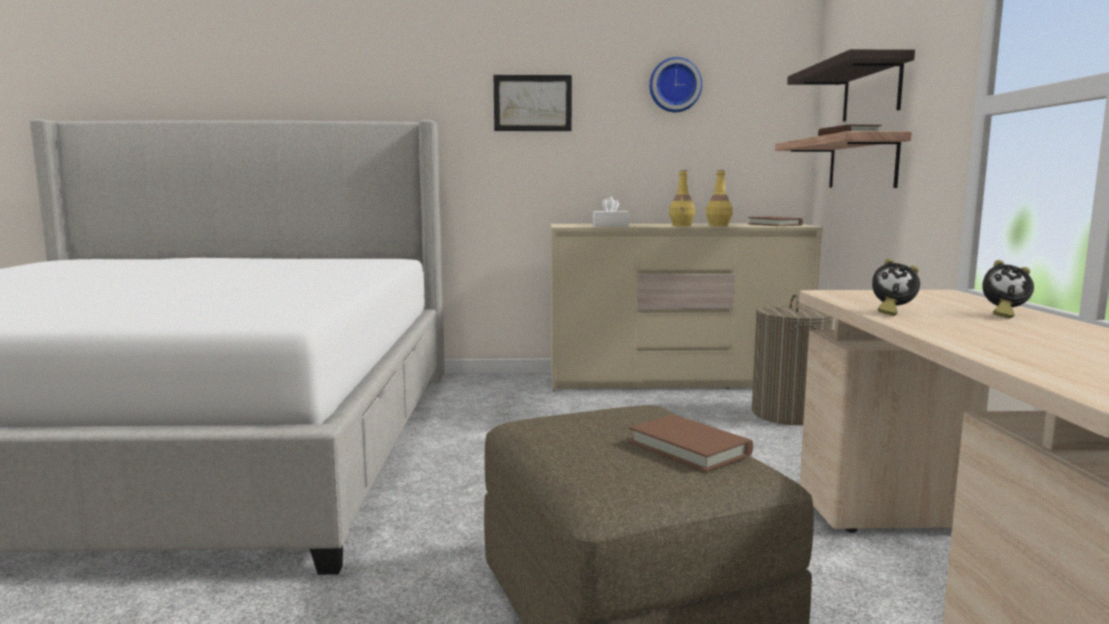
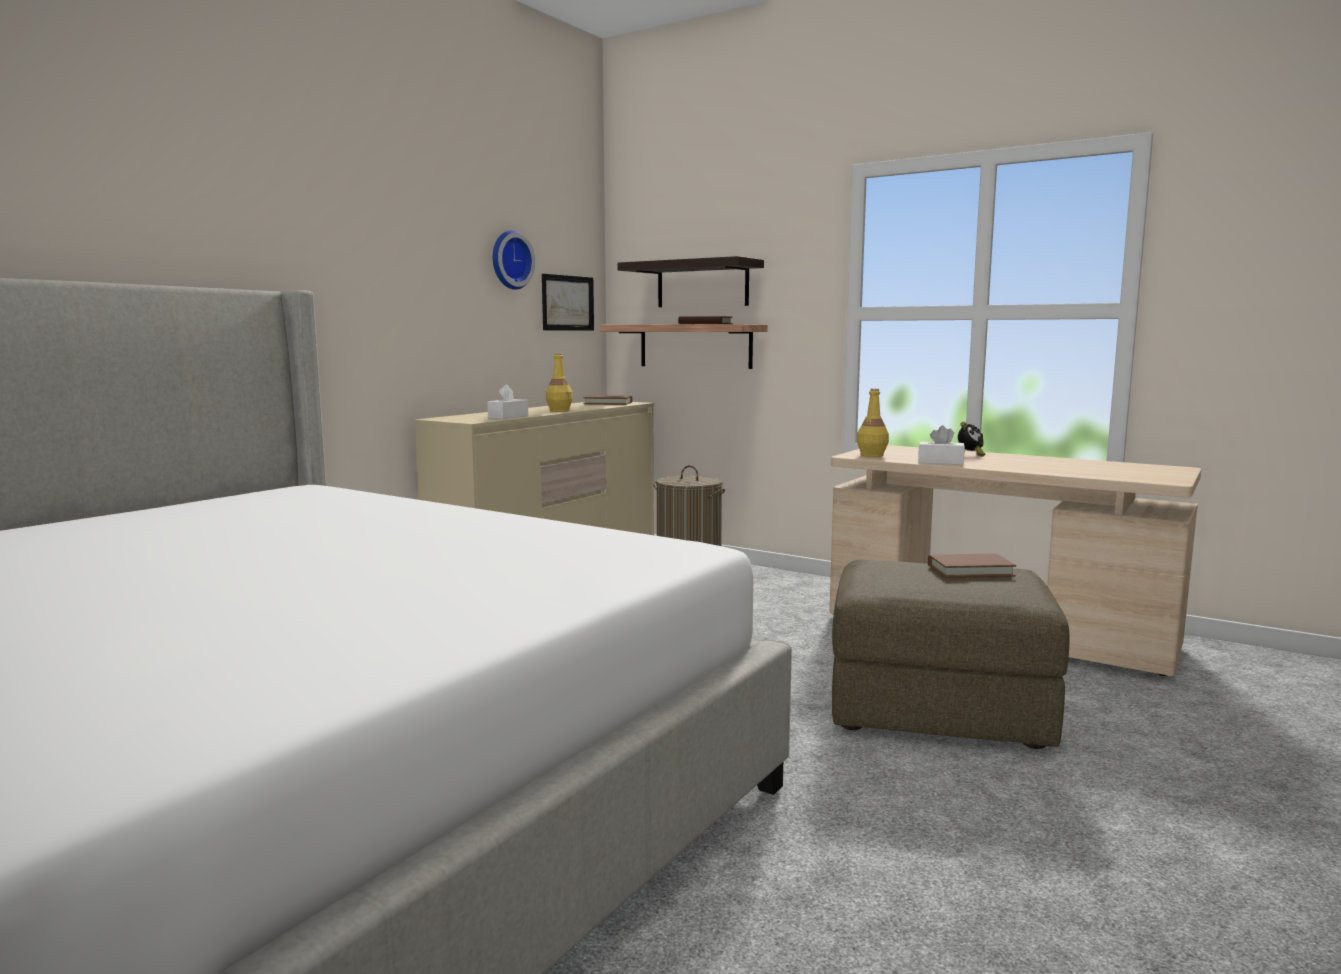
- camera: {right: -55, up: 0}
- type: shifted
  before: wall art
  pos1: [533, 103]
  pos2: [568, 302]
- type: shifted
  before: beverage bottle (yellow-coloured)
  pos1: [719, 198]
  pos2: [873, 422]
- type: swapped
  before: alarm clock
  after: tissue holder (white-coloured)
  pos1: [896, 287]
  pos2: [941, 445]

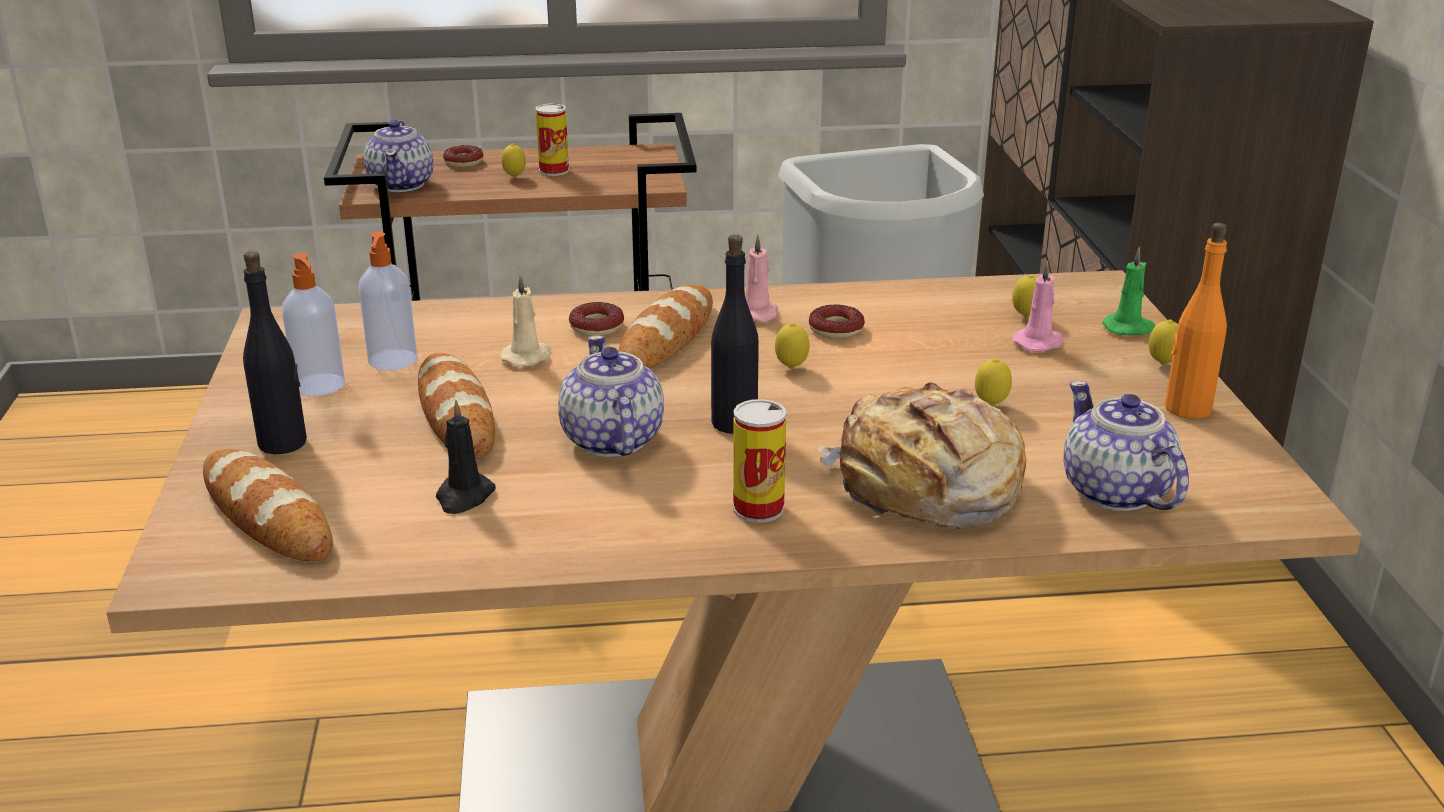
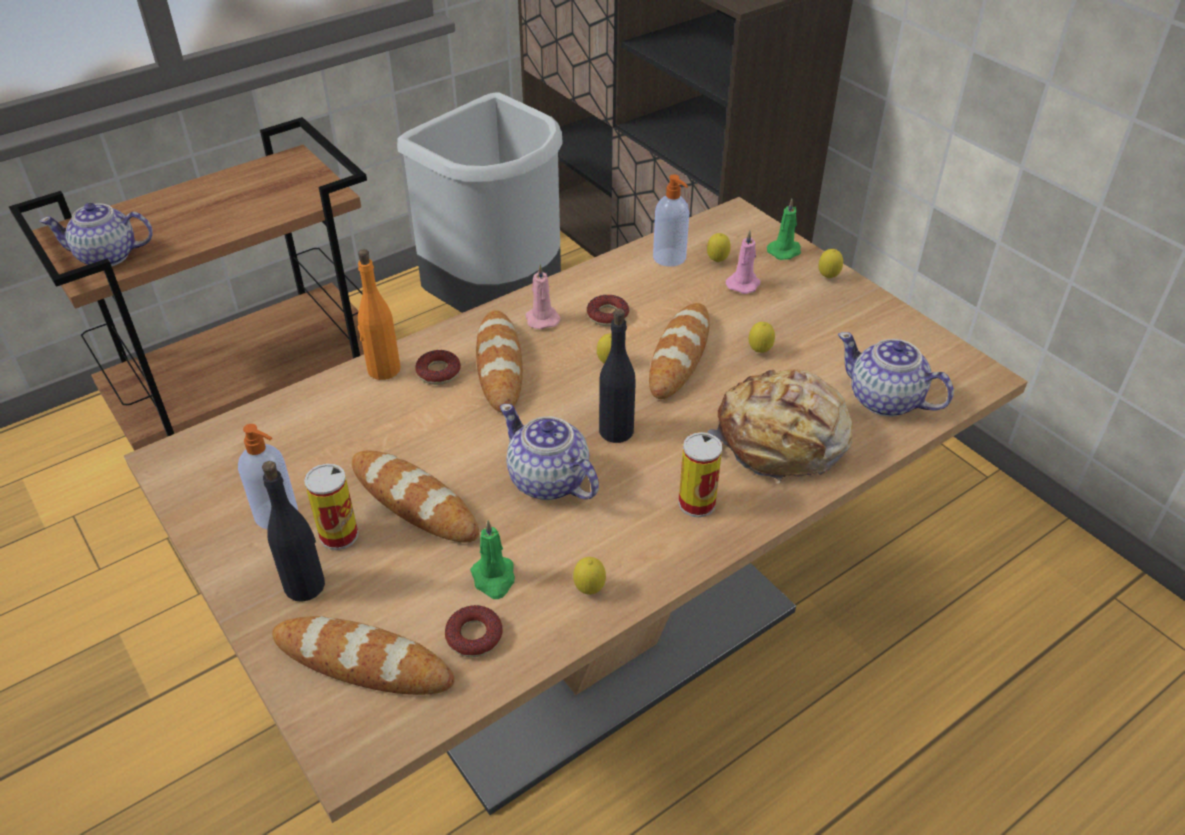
- camera: {right: -30, up: 15}
- type: shifted
  before: soap dispenser
  pos1: [388, 301]
  pos2: [671, 220]
- type: rotated
  before: tea pot
  pos1: [398, 156]
  pos2: [96, 234]
  turn: 120
- type: repainted
  before: candle (blackish)
  after: candle (greenish)
  pos1: [466, 457]
  pos2: [492, 559]
- type: shifted
  before: ring doughnut
  pos1: [463, 156]
  pos2: [474, 631]
- type: gone
  before: candle (beige-coloured)
  pos1: [525, 320]
- type: shifted
  before: citrus fruit
  pos1: [514, 160]
  pos2: [589, 576]
- type: shifted
  before: can
  pos1: [552, 139]
  pos2: [331, 506]
- type: shifted
  before: beverage bottle (orange)
  pos1: [1196, 321]
  pos2: [379, 314]
- type: new
  after: baked bread
  pos2: [679, 351]

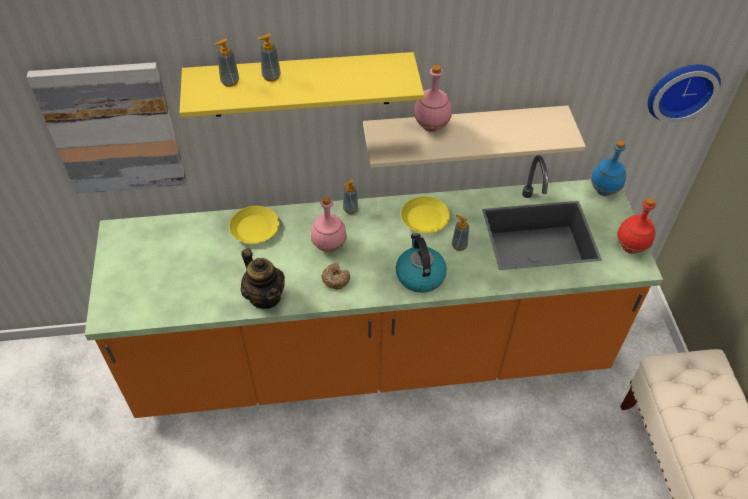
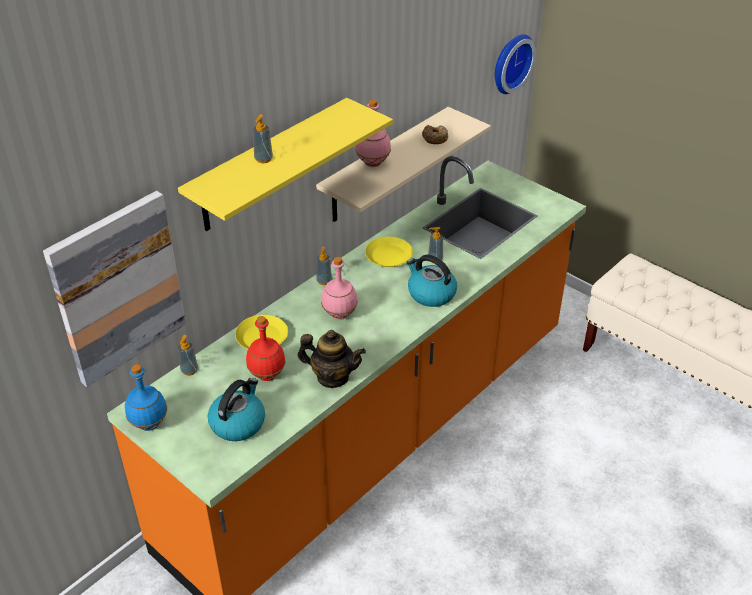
- camera: {right: -40, up: -10}
- type: shifted
  before: soap dispenser
  pos1: [226, 62]
  pos2: [188, 355]
- type: shifted
  before: ring doughnut
  pos1: [335, 276]
  pos2: [435, 134]
- type: shifted
  before: beverage bottle (blue)
  pos1: [608, 168]
  pos2: [146, 397]
- type: shifted
  before: beverage bottle (red-coloured)
  pos1: [636, 226]
  pos2: [265, 348]
- type: new
  after: kettle
  pos2: [236, 409]

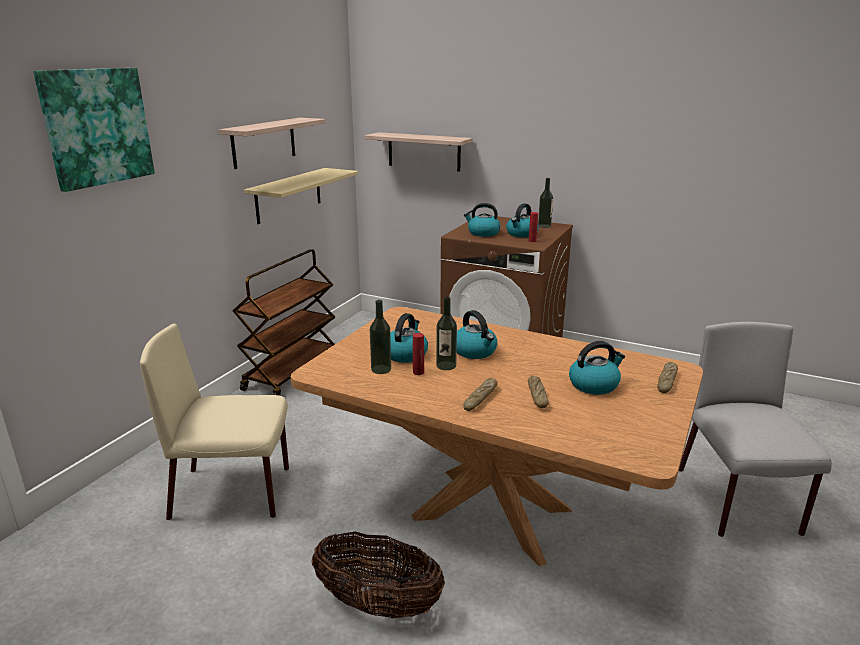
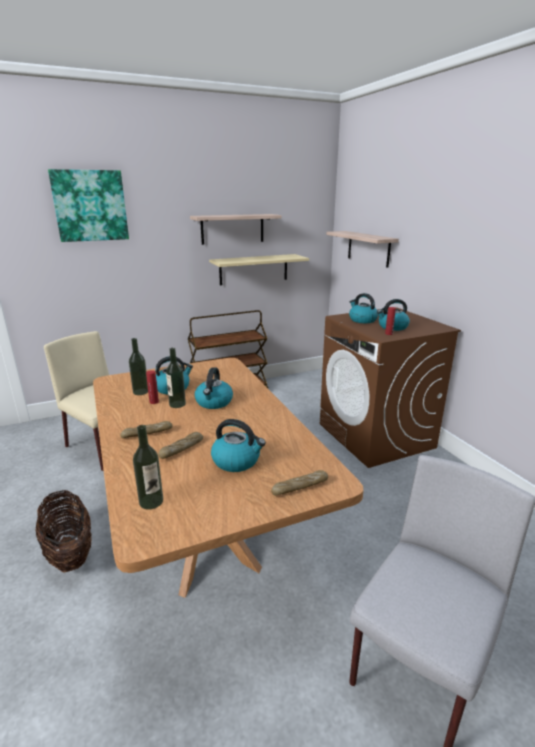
- camera: {right: 40, up: 0}
- type: shifted
  before: beverage bottle
  pos1: [545, 203]
  pos2: [148, 467]

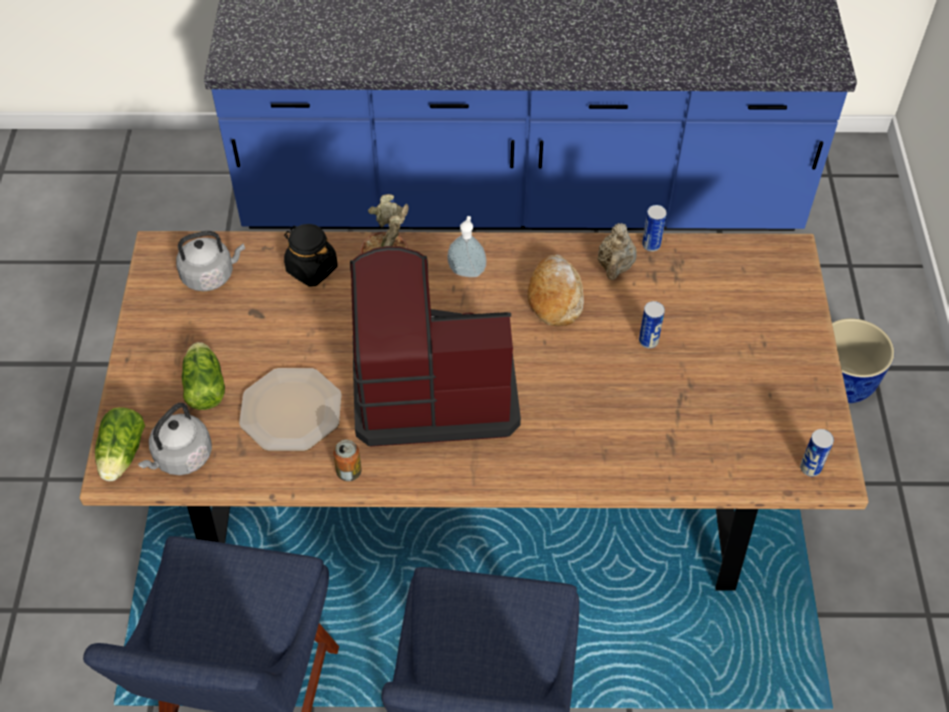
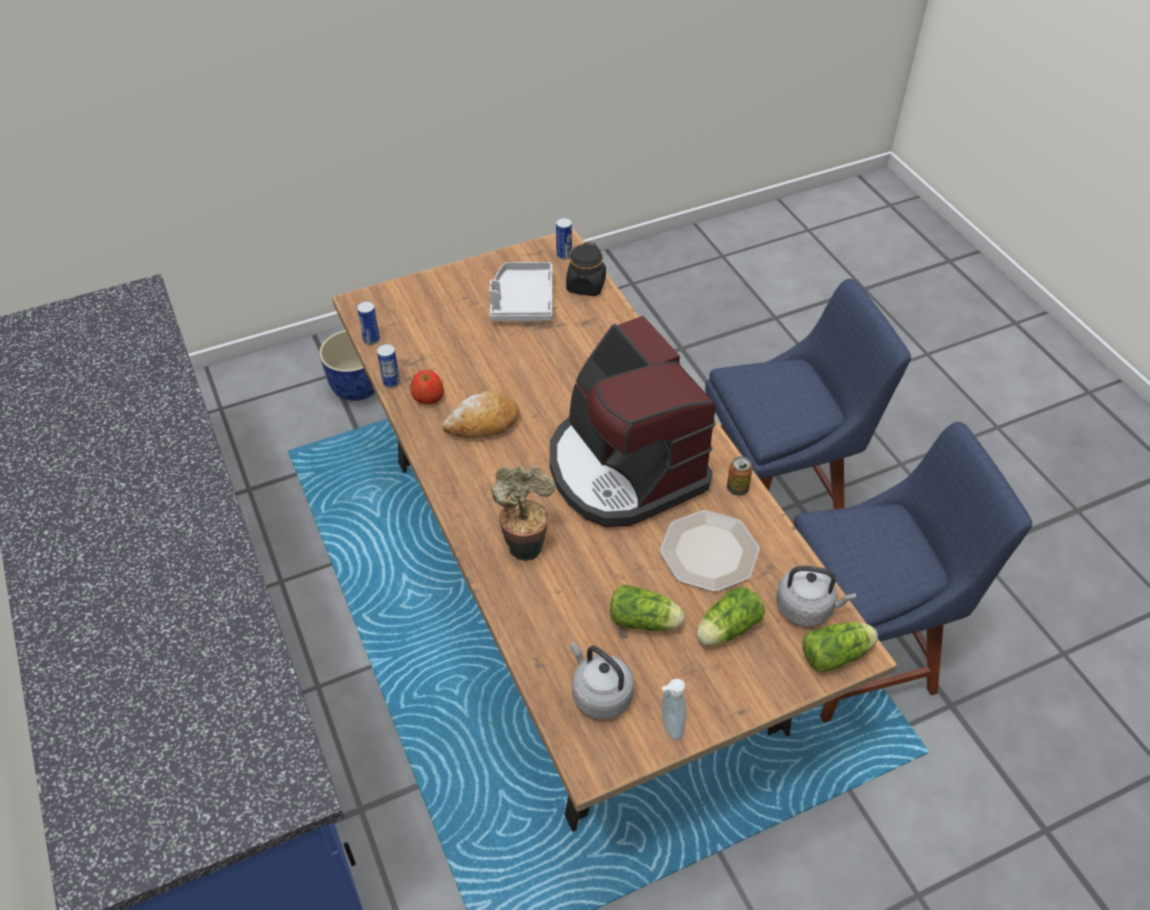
- camera: {right: -115, up: -5}
- type: shifted
  before: storage jar (blackish)
  pos1: [311, 255]
  pos2: [586, 269]
- type: shifted
  before: soap dispenser
  pos1: [466, 246]
  pos2: [674, 709]
- type: swapped
  before: tea pot (beige-coloured)
  after: apple
  pos1: [617, 251]
  pos2: [427, 387]
- type: shifted
  before: can
  pos1: [652, 324]
  pos2: [368, 323]
- type: new
  after: carrying tray (grey)
  pos2: [521, 292]
- type: new
  after: lettuce
  pos2: [647, 607]

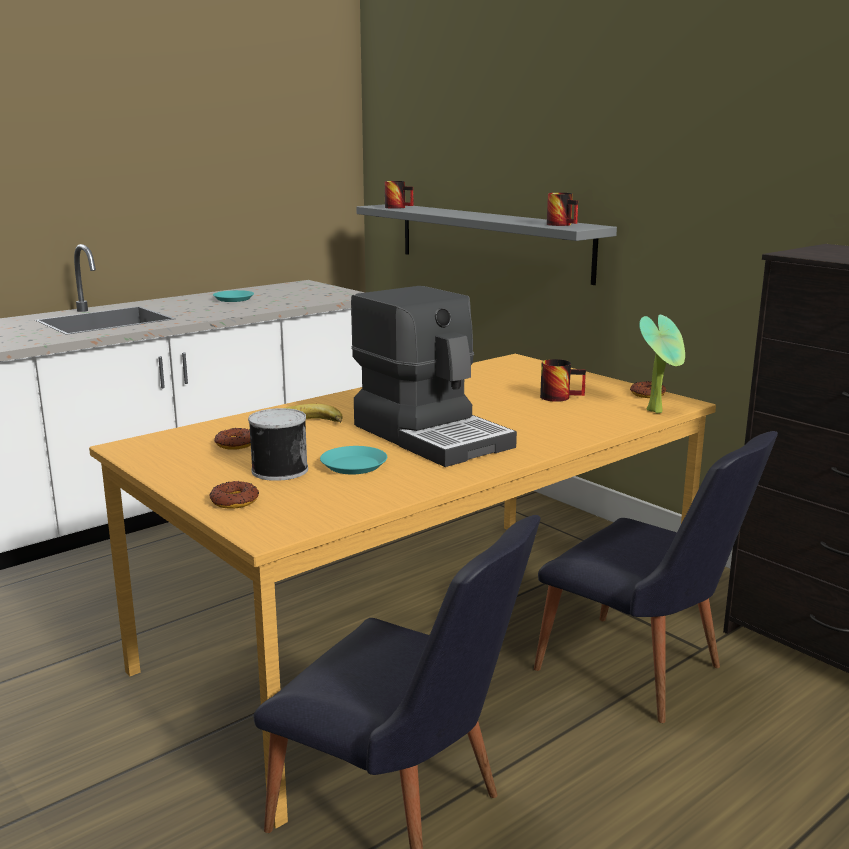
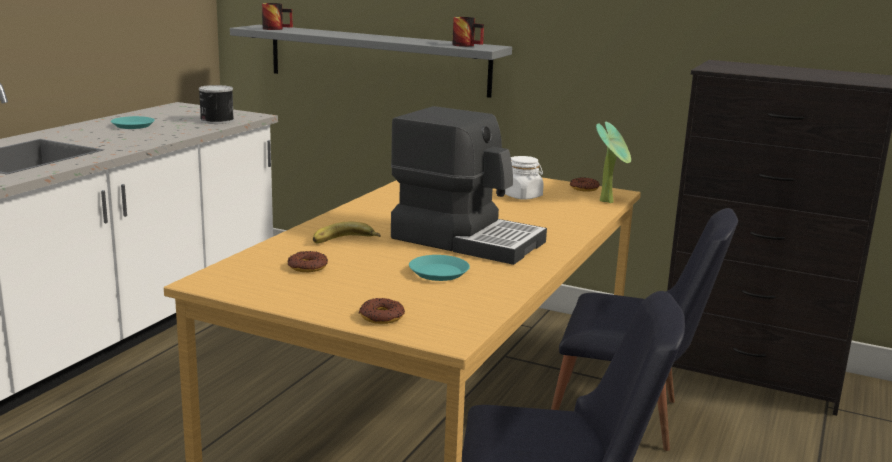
- camera: {right: -25, up: 0}
- type: shifted
  before: can
  pos1: [278, 444]
  pos2: [216, 104]
- type: swapped
  before: tea mug
  after: storage jar (white-coloured)
  pos1: [563, 380]
  pos2: [524, 178]

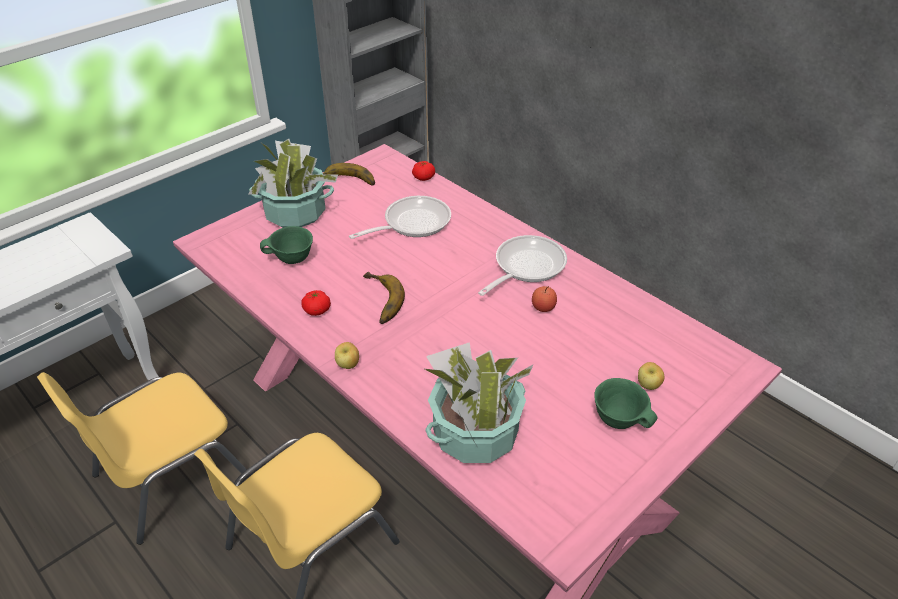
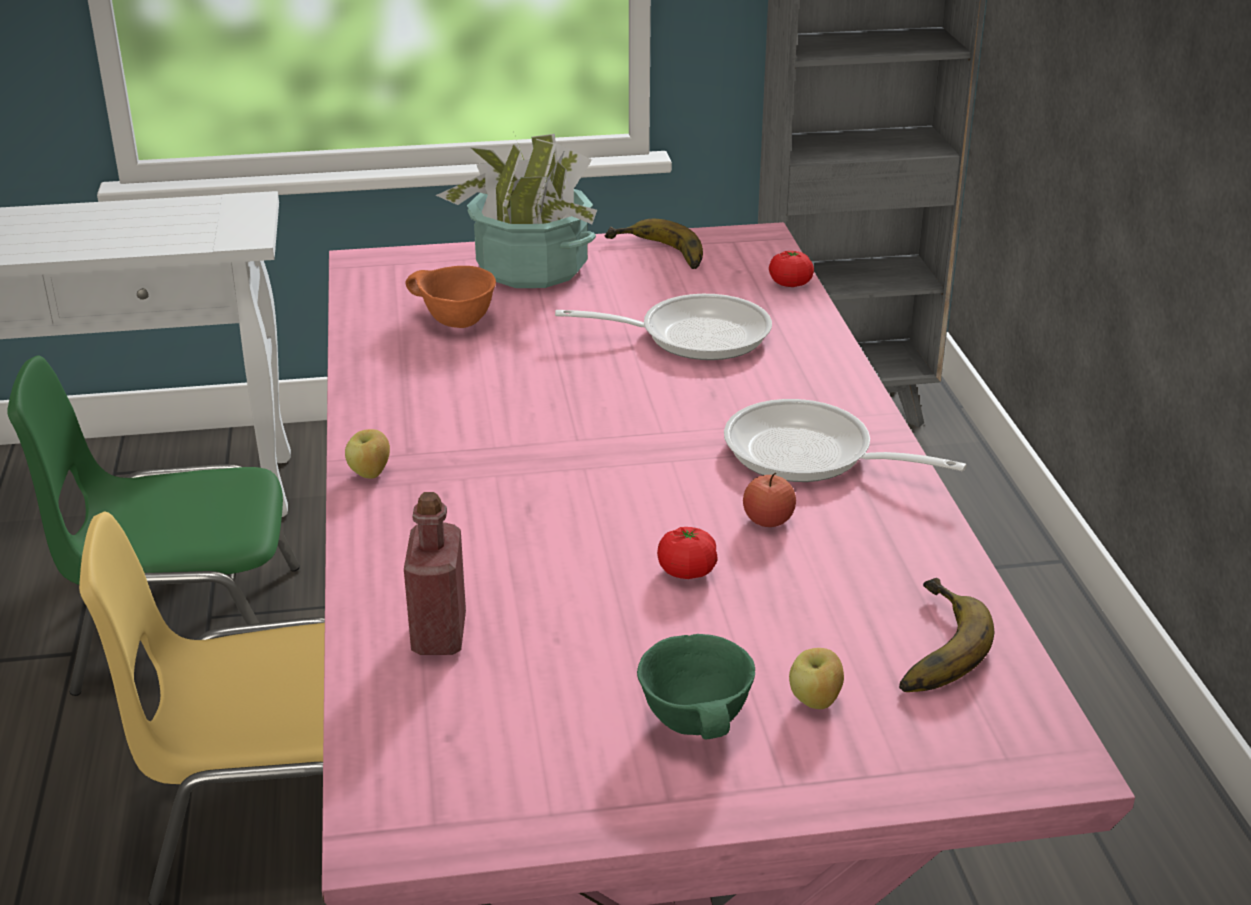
- camera: {right: 35, up: -10}
- type: repainted
  before: chair (yellow-coloured)
  after: chair (greenish)
  pos1: [143, 458]
  pos2: [153, 525]
- type: repainted
  before: serving bowl (greenish)
  after: serving bowl (orange)
  pos1: [286, 245]
  pos2: [451, 297]
- type: shifted
  before: whole tomato
  pos1: [316, 303]
  pos2: [687, 553]
- type: shifted
  before: banana fruit
  pos1: [384, 298]
  pos2: [946, 635]
- type: swapped
  before: plant in a pot
  after: beverage bottle (red-coloured)
  pos1: [478, 402]
  pos2: [435, 573]
- type: rotated
  before: frying pan
  pos1: [522, 265]
  pos2: [845, 440]
  turn: -135

